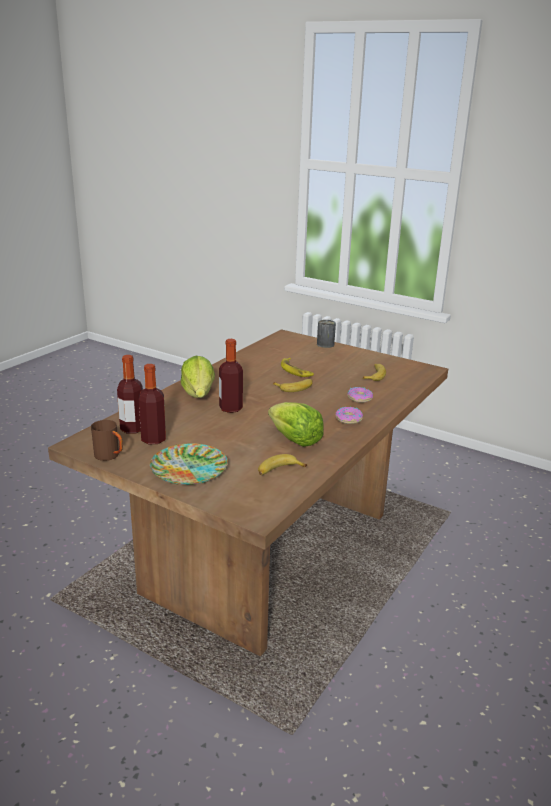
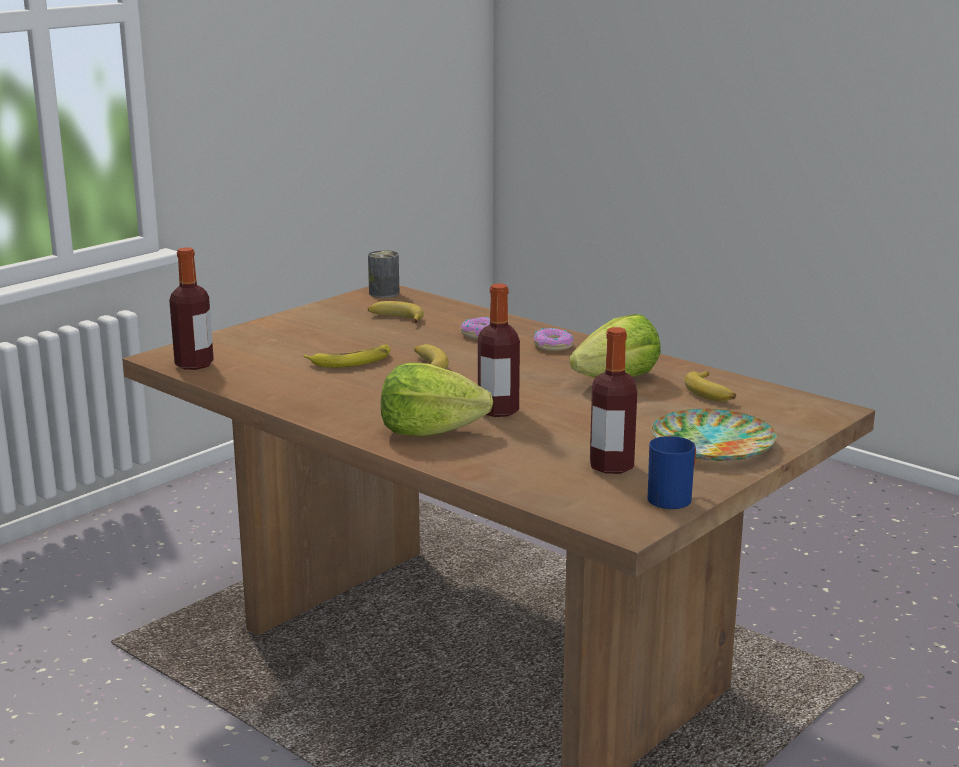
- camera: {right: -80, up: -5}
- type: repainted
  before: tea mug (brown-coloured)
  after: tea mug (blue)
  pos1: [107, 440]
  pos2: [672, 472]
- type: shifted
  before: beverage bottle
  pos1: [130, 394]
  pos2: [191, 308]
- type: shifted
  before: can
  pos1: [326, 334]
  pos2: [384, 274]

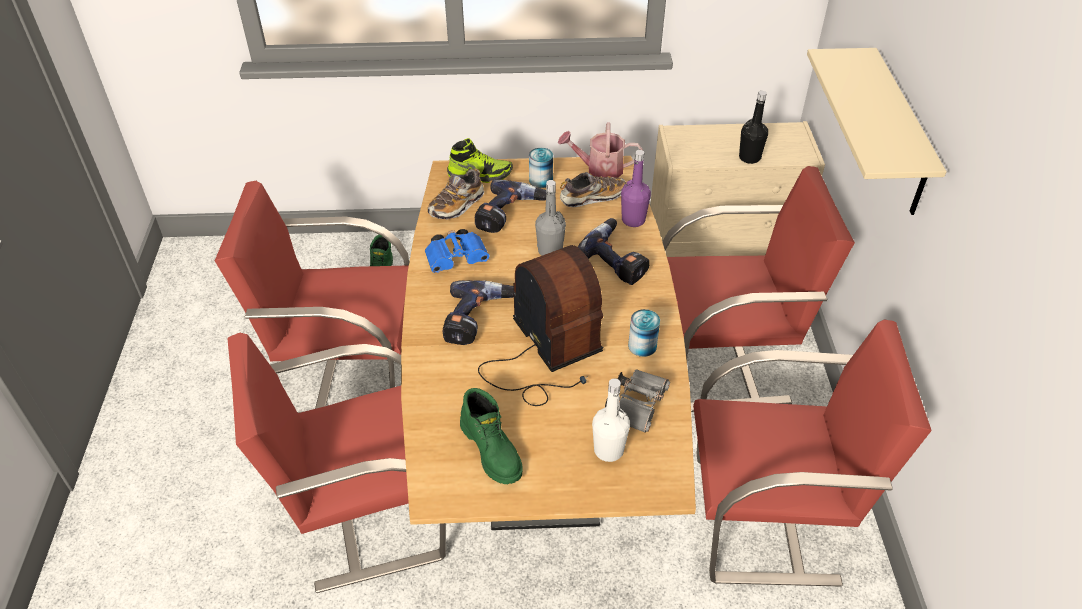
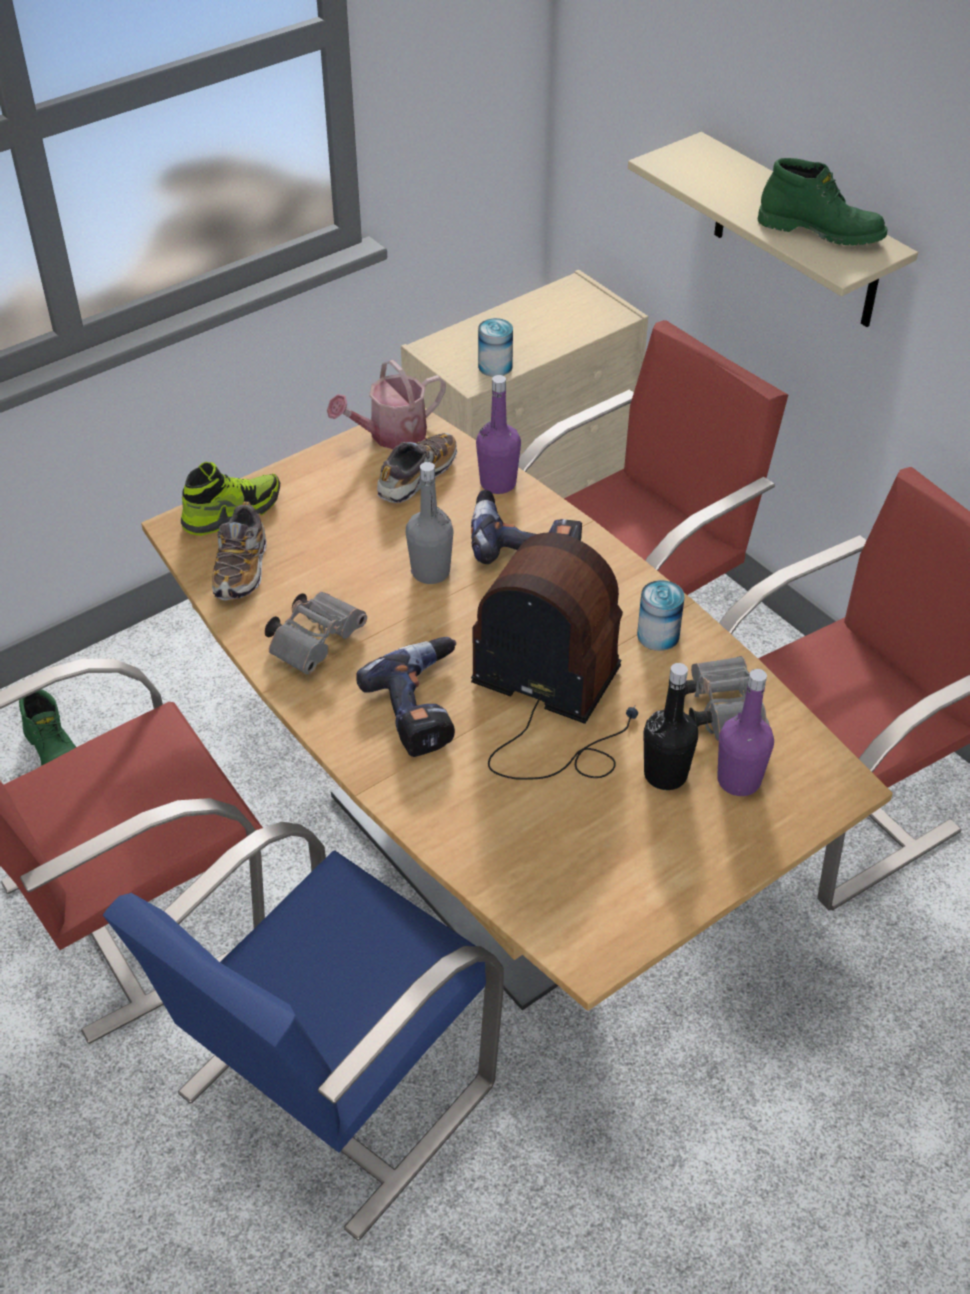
- camera: {right: -35, up: 0}
- type: repainted
  before: chair (red-coloured)
  after: chair (blue)
  pos1: [336, 463]
  pos2: [303, 1031]
- type: repainted
  before: pair of binoculars (blue)
  after: pair of binoculars (grey)
  pos1: [457, 251]
  pos2: [316, 633]
- type: shifted
  before: boot (greenish)
  pos1: [491, 436]
  pos2: [822, 201]
- type: gone
  before: electric drill
  pos1: [510, 206]
- type: shifted
  before: can
  pos1: [541, 168]
  pos2: [495, 347]
- type: repainted
  before: beverage bottle (white-coloured)
  after: beverage bottle (purple-coloured)
  pos1: [611, 420]
  pos2: [745, 732]
- type: shifted
  before: beverage bottle (blackish)
  pos1: [753, 127]
  pos2: [671, 726]

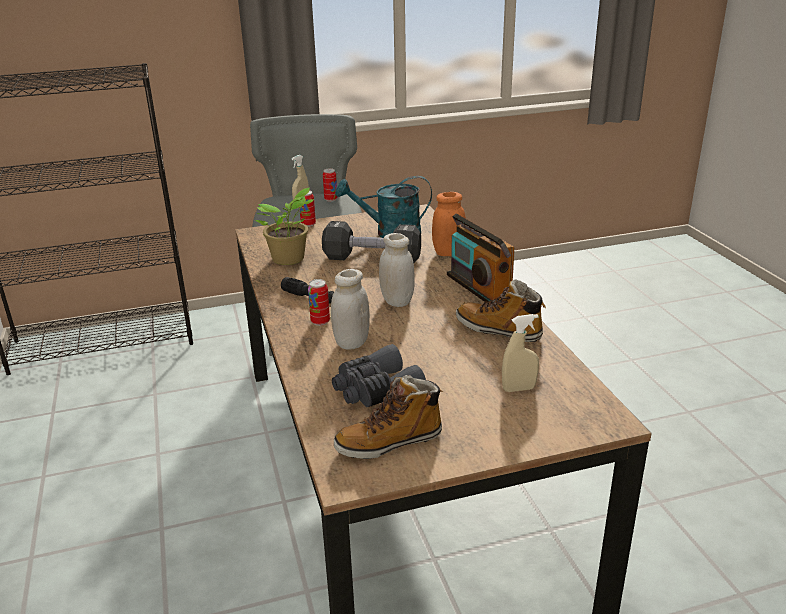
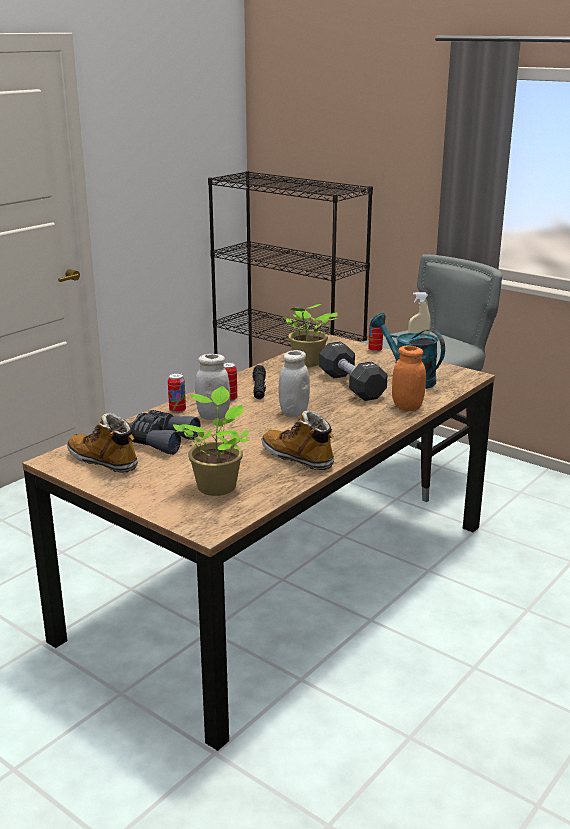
- camera: {right: 55, up: -5}
- type: shifted
  before: can
  pos1: [330, 185]
  pos2: [177, 393]
- type: gone
  before: radio set
  pos1: [481, 258]
- type: rotated
  before: boot
  pos1: [501, 310]
  pos2: [298, 440]
  turn: -45
- type: swapped
  before: spray bottle (beige-coloured)
  after: plant in a pot
  pos1: [520, 353]
  pos2: [211, 441]

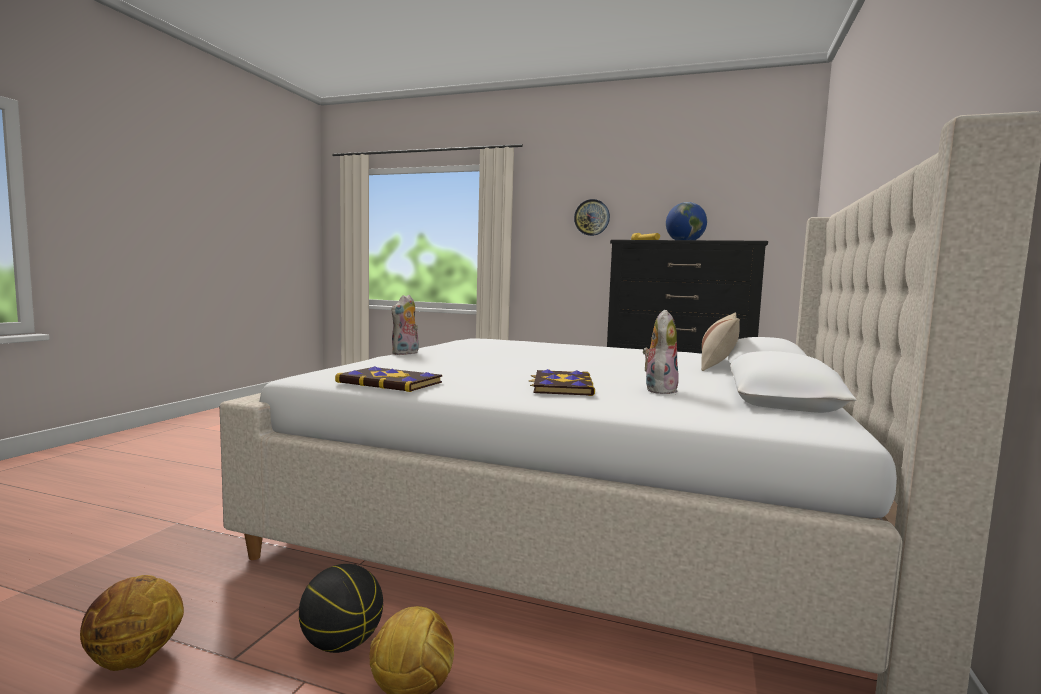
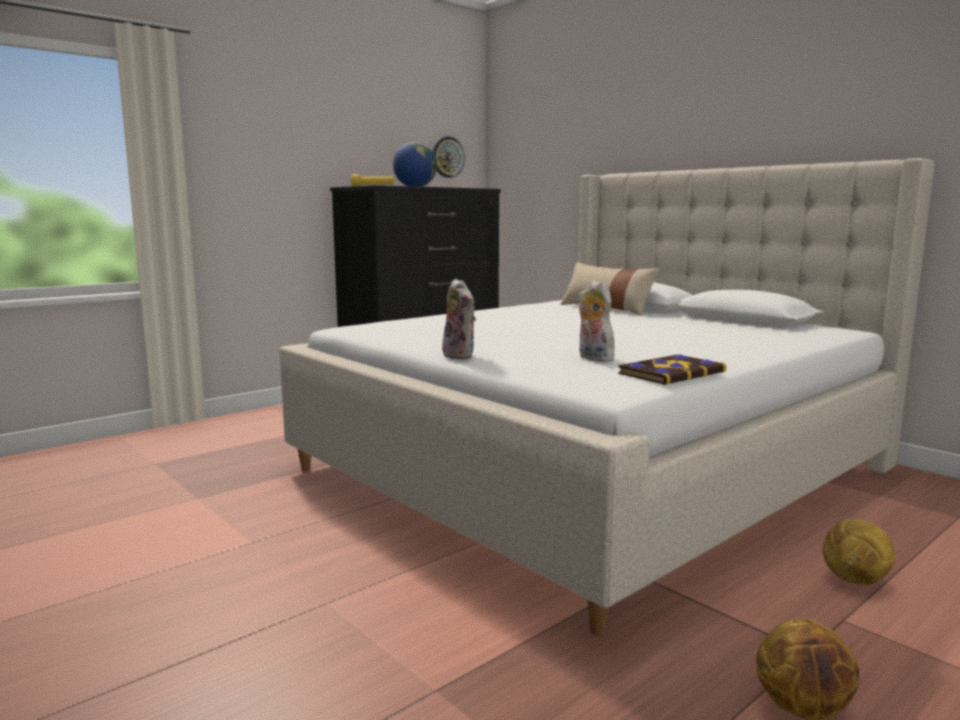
- camera: {right: -60, up: 5}
- type: gone
  before: ball for basketball
  pos1: [341, 608]
- type: gone
  before: book
  pos1: [561, 382]
- type: shifted
  before: hanging clock
  pos1: [592, 217]
  pos2: [448, 157]
- type: shifted
  before: cuddly toy
  pos1: [661, 352]
  pos2: [597, 321]

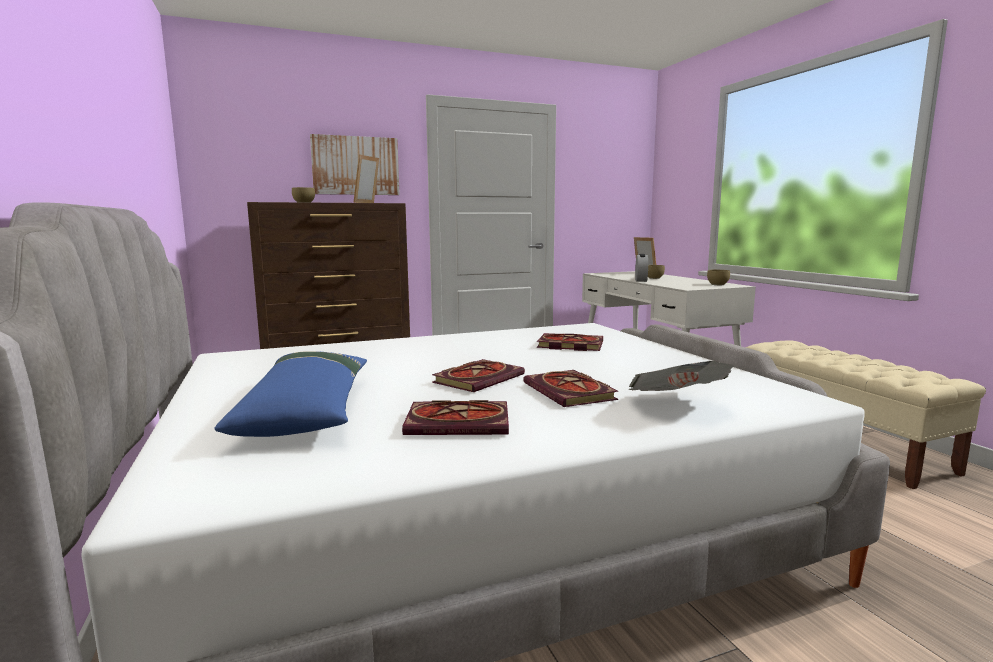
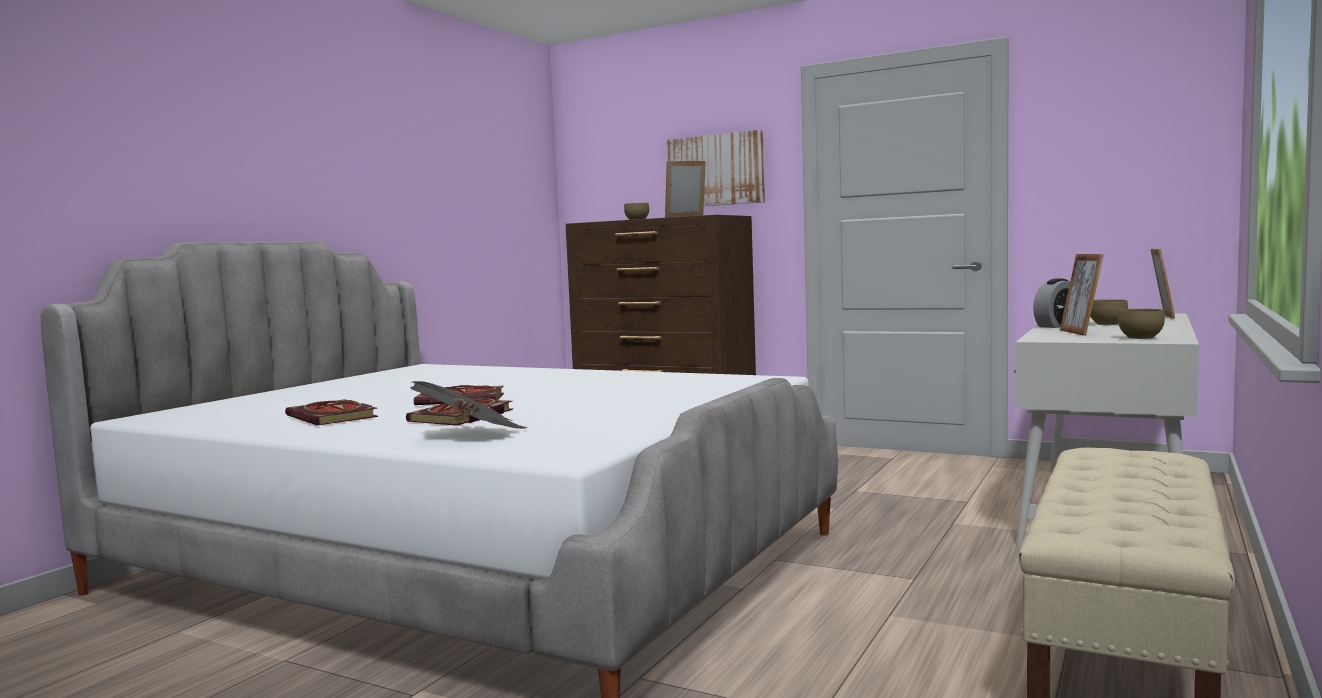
- camera: {right: 50, up: -5}
- type: gone
  before: throw pillow (blue)
  pos1: [291, 394]
- type: gone
  before: book
  pos1: [570, 342]
- type: new
  after: standing frame
  pos2: [1082, 295]

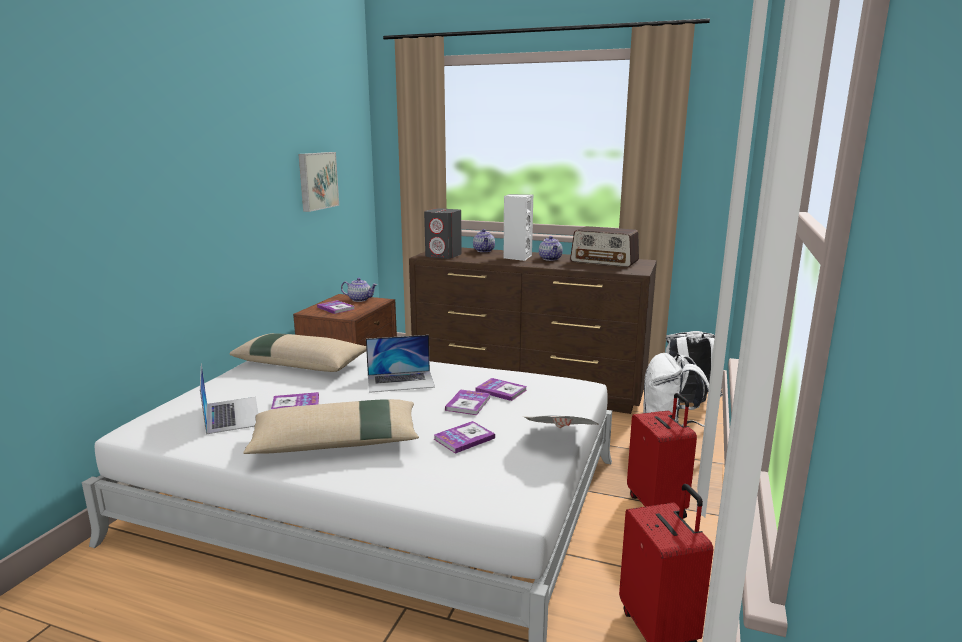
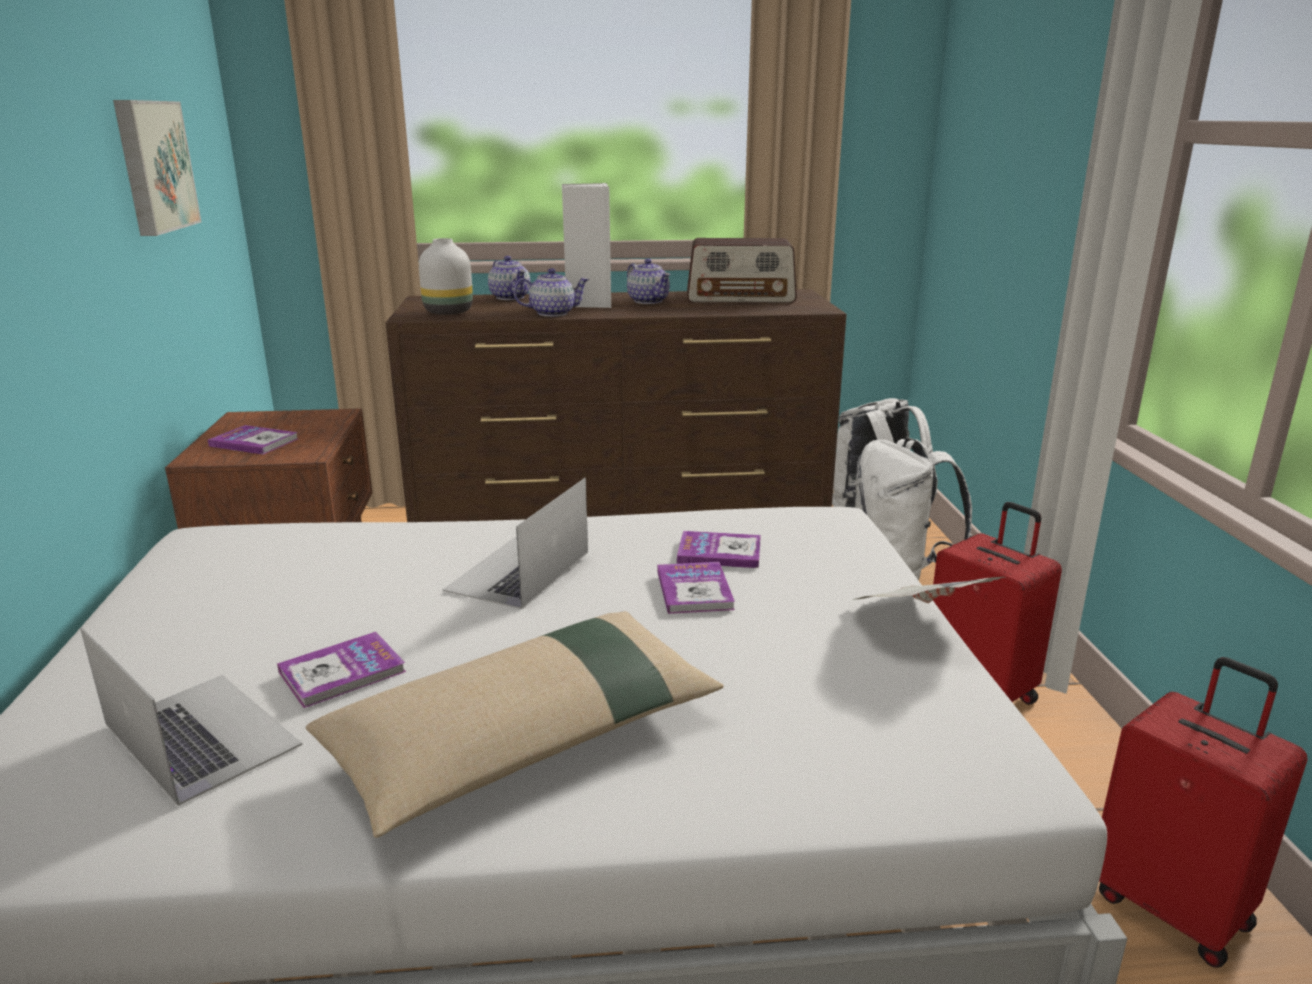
- camera: {right: -25, up: 5}
- type: gone
  before: throw pillow (beige-coloured)
  pos1: [297, 352]
- type: shifted
  before: tea pot
  pos1: [359, 290]
  pos2: [551, 292]
- type: rotated
  before: portable computer
  pos1: [400, 364]
  pos2: [515, 543]
  turn: 150
- type: swapped
  before: speaker (grey)
  after: vase (white-coloured)
  pos1: [443, 233]
  pos2: [446, 276]
- type: gone
  before: book
  pos1: [464, 437]

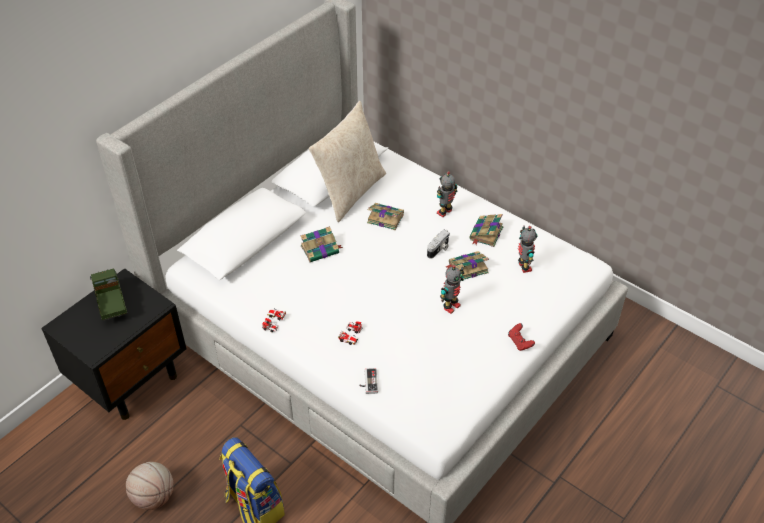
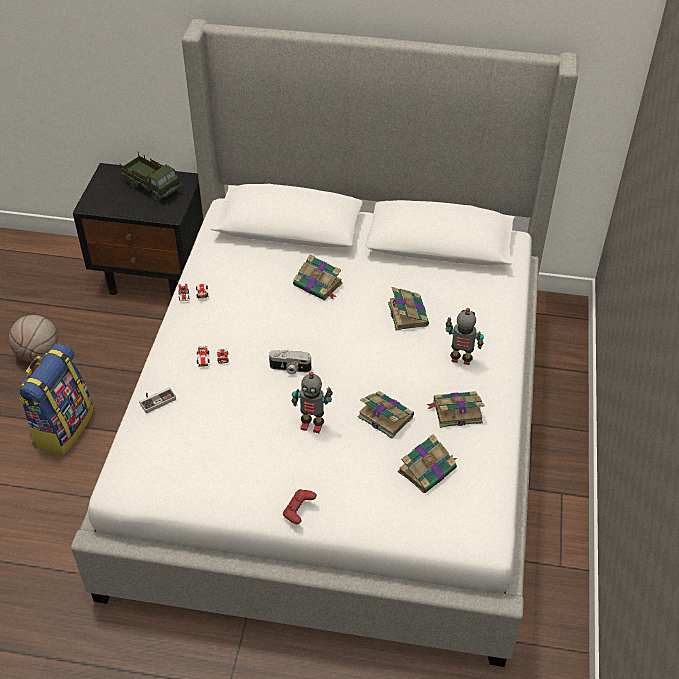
- camera: {right: 60, up: 0}
- type: rotated
  before: toy truck
  pos1: [108, 294]
  pos2: [150, 177]
  turn: 90
- type: gone
  before: throw pillow (beige-coloured)
  pos1: [347, 161]
- type: shifted
  before: still camera
  pos1: [438, 244]
  pos2: [290, 362]
- type: swapped
  before: robot figure
  after: book
  pos1: [528, 249]
  pos2: [427, 463]

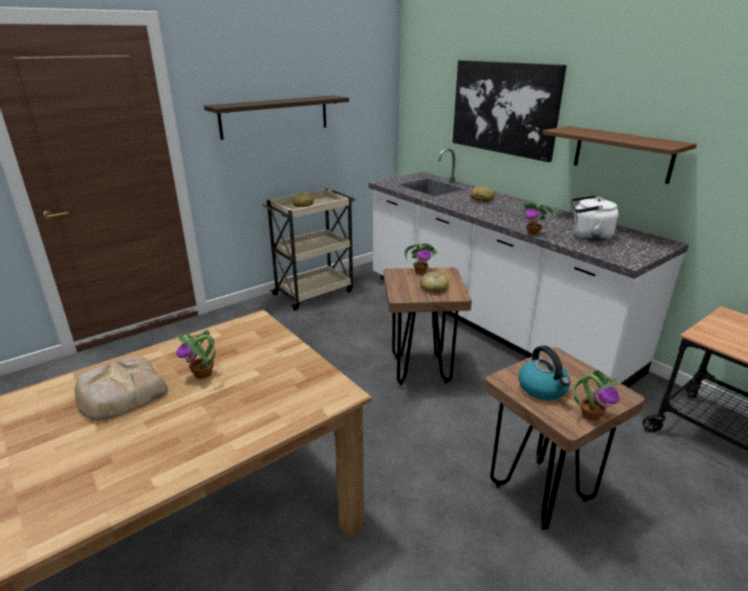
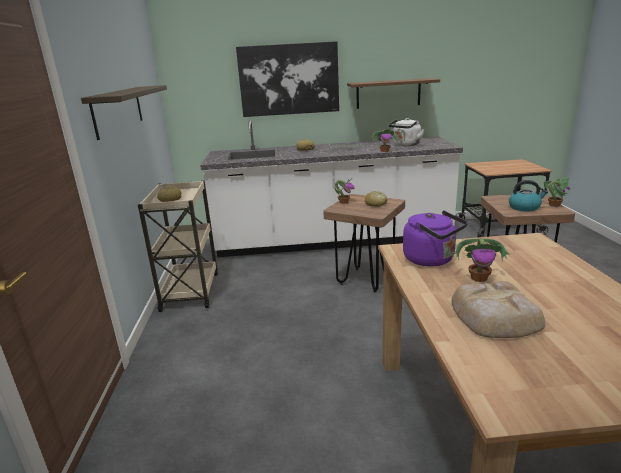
- camera: {right: -55, up: -5}
- type: new
  after: kettle (purple-coloured)
  pos2: [435, 238]

